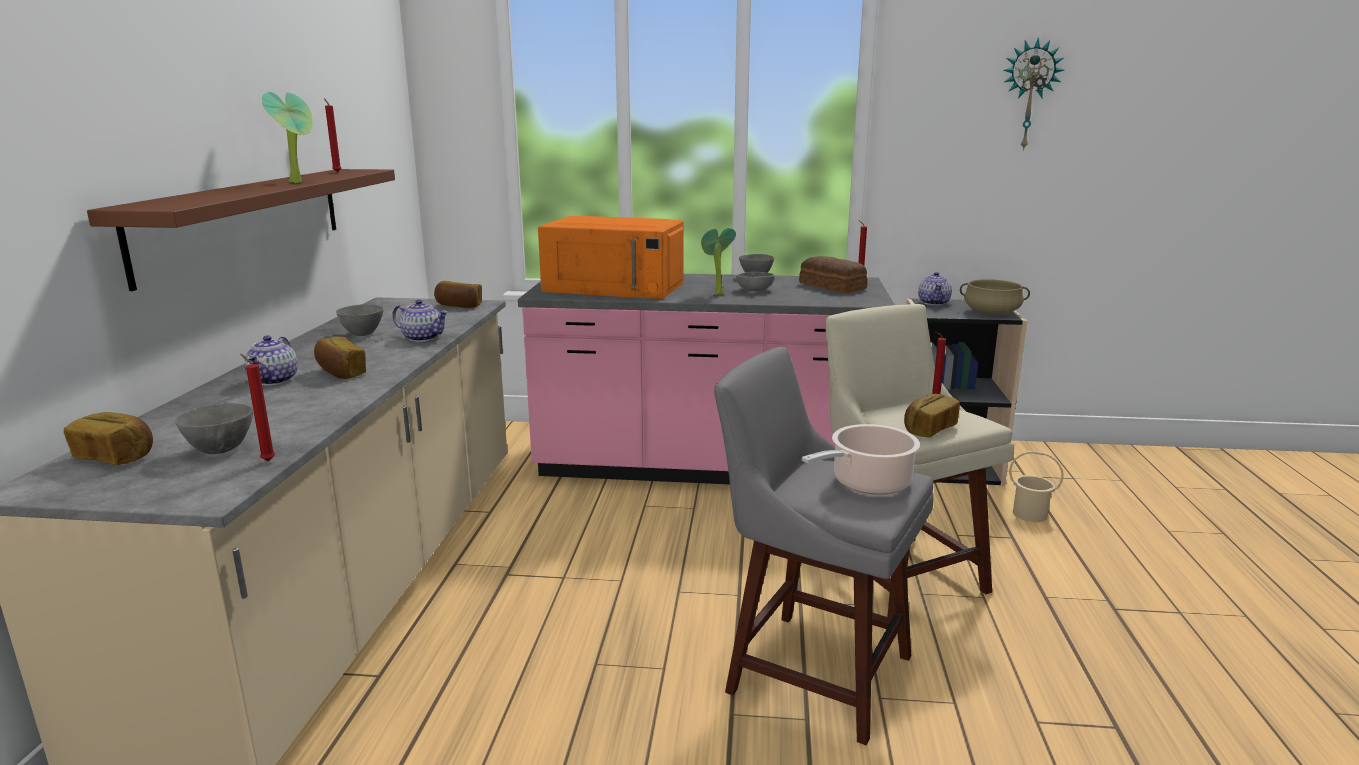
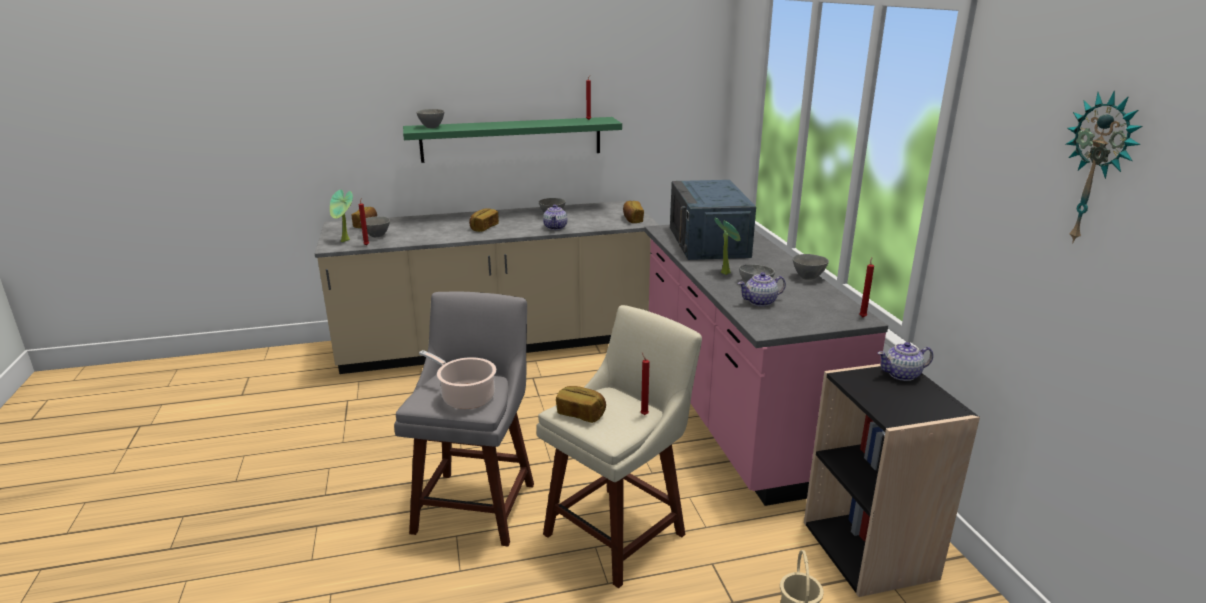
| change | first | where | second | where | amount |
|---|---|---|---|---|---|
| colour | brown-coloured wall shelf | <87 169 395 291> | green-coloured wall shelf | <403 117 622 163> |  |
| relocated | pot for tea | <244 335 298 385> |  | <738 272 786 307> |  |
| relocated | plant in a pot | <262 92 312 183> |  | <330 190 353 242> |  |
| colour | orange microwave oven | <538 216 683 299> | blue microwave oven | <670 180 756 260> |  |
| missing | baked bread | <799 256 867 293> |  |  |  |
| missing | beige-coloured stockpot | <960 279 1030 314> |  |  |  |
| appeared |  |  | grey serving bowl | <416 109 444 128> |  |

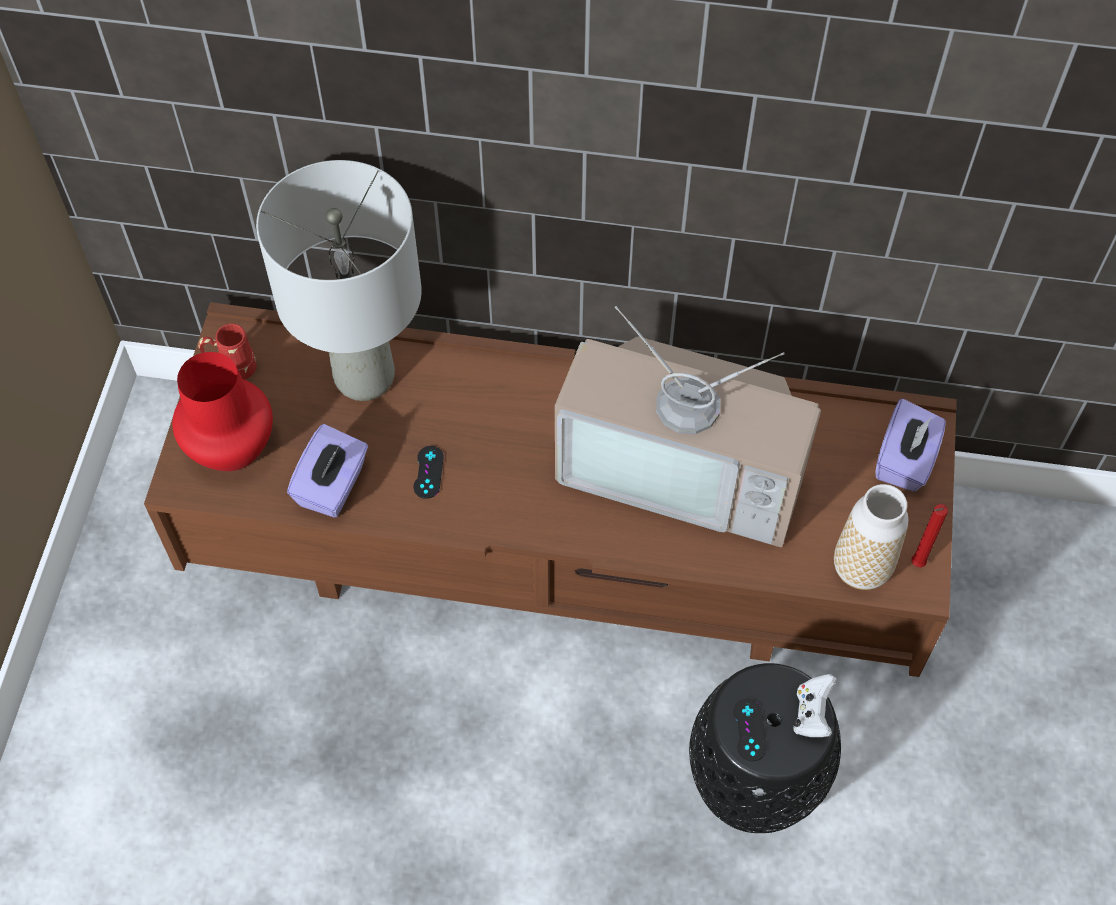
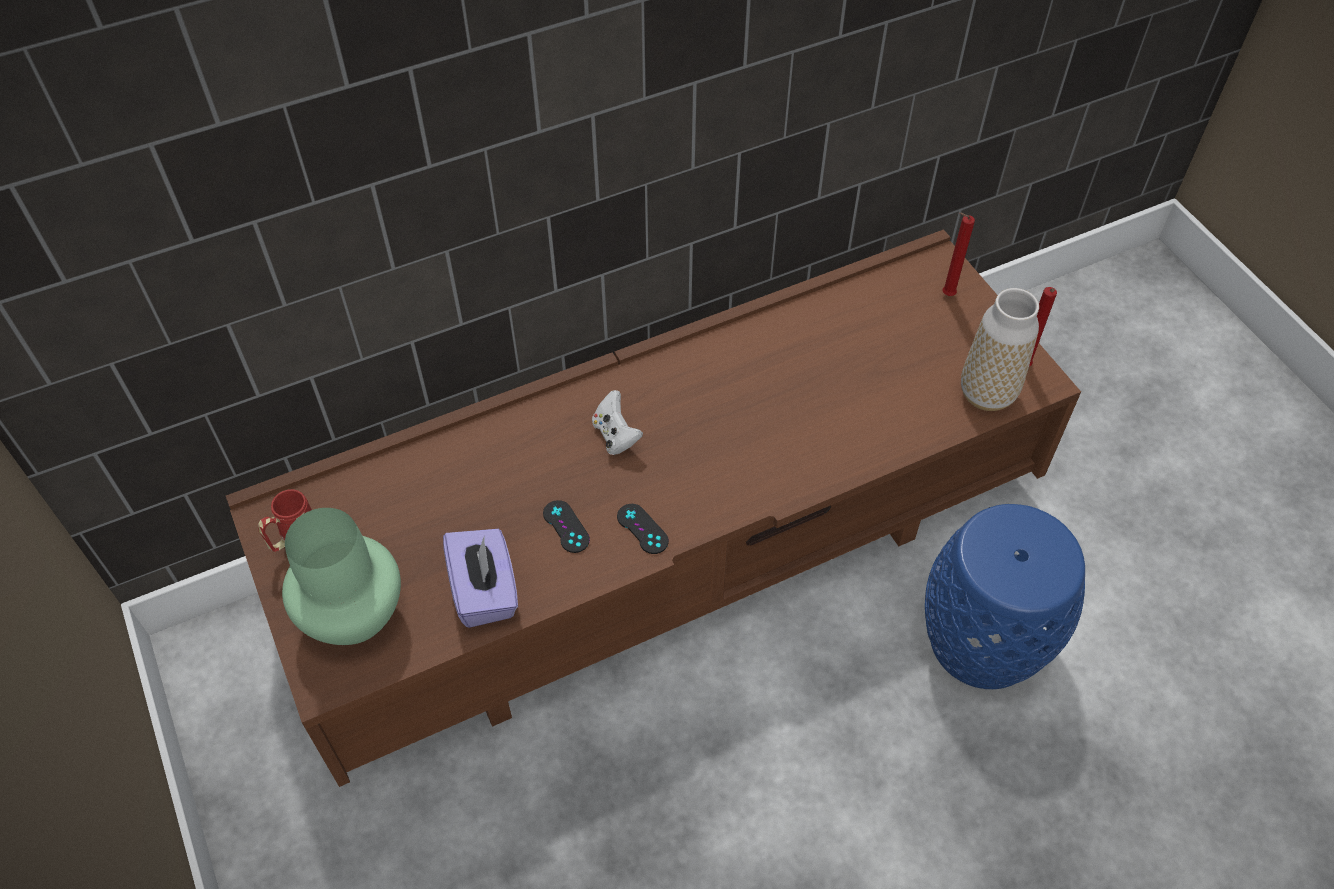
| change | first | where | second | where | amount |
|---|---|---|---|---|---|
| colour | red flower vase | <172 352 273 471> | green-coloured flower vase | <282 508 401 645> |  |
| missing | grey tabletop lamp | <256 160 422 401> |  |  |  |
| missing | TV set | <555 306 821 547> |  |  |  |
| colour | blackish sitting stool | <689 663 841 833> | blue sitting stool | <925 504 1085 689> |  |
| relocated | blackish gamepad | <733 699 766 761> |  | <617 504 669 554> |  |
| relocated | white-coloured gamepad | <793 674 837 737> |  | <592 390 643 455> |  |
| exchanged | purple-coloured tissue box | <875 399 946 491> | red wax candle | <942 213 975 296> |  |

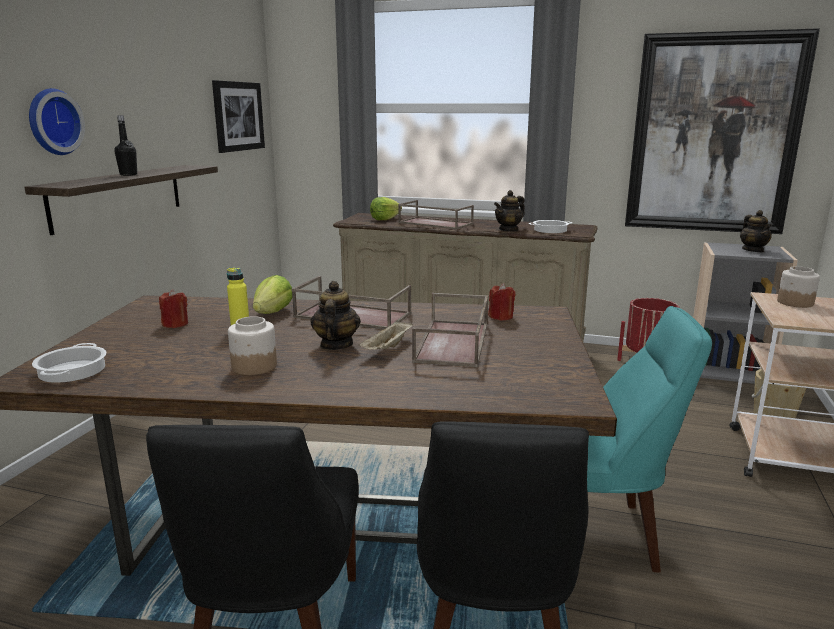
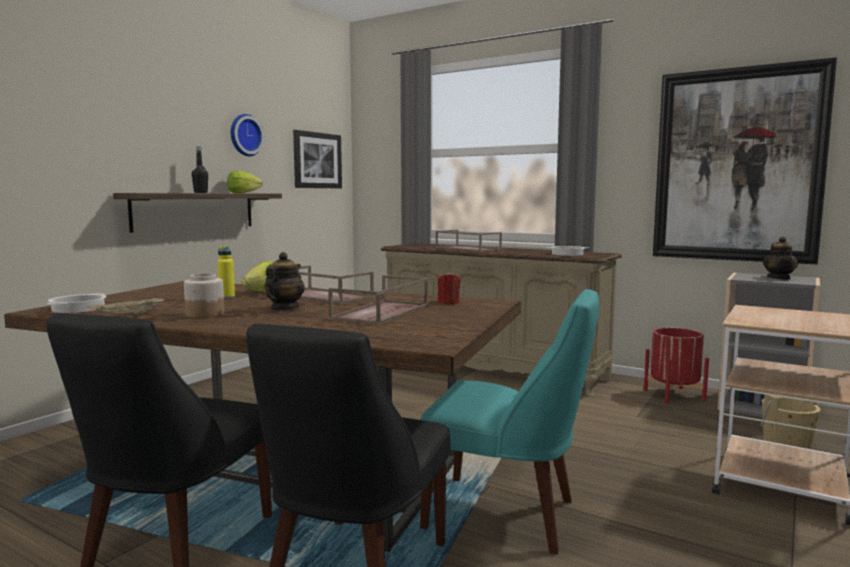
| change | first | where | second | where | amount |
|---|---|---|---|---|---|
| relocated | hanging clock | <29 88 85 155> |  | <231 114 264 156> |  |
| missing | red wax candle | <159 289 188 328> |  |  |  |
| relocated | beige-coloured carrying tray | <359 320 413 350> |  | <87 296 165 316> |  |
| relocated | head of lettuce | <370 197 402 220> |  | <227 171 263 193> |  |
| missing | pot for tea | <494 190 525 232> |  |  |  |
| missing | preserve jar | <777 266 820 308> |  |  |  |

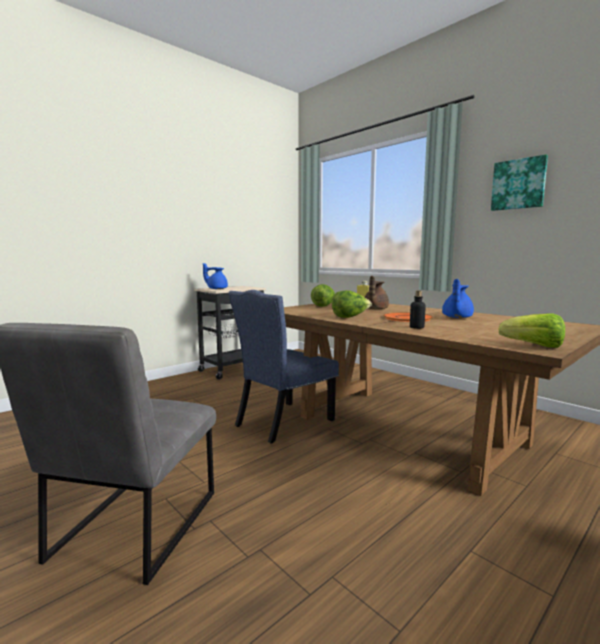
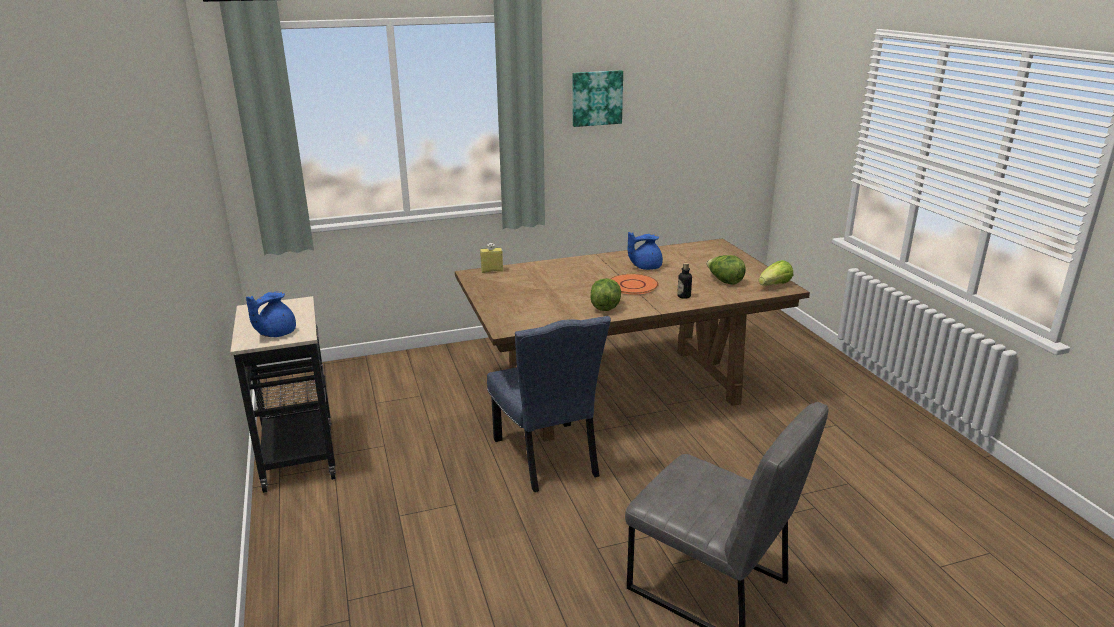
| change | first | where | second | where | amount |
|---|---|---|---|---|---|
| relocated | head of lettuce | <311 284 335 307> |  | <706 255 746 284> |  |
| missing | brown-coloured pot for tea | <365 276 389 310> |  |  |  |
| spun | blue pot for tea | <442 279 474 318> |  | <627 232 663 270> | 105 degrees clockwise |

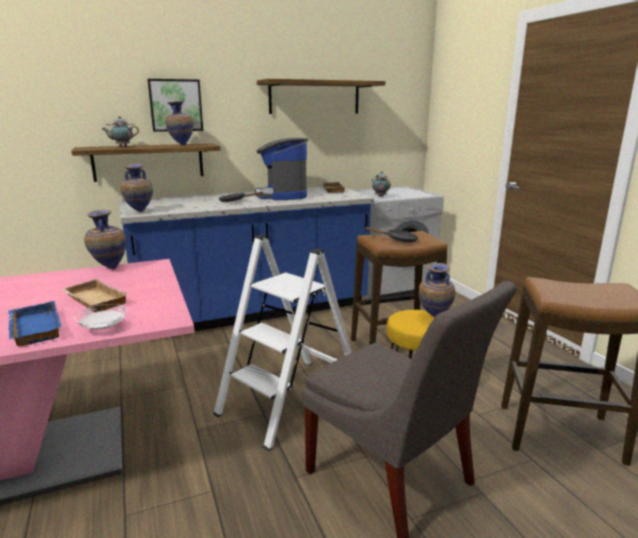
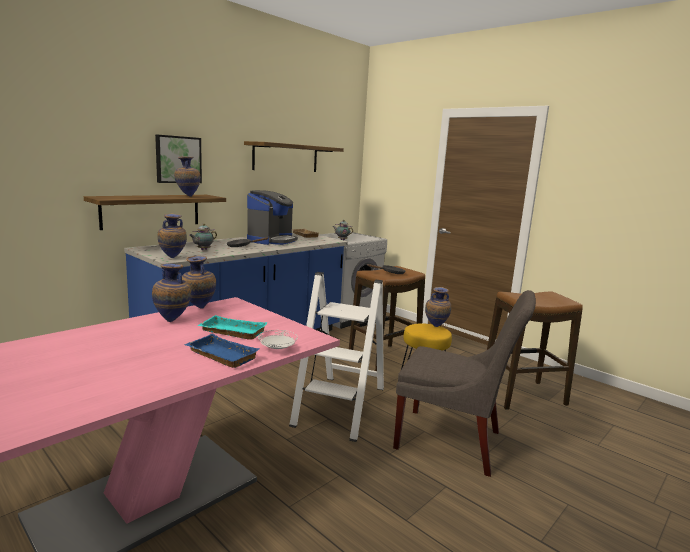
| change | first | where | second | where | amount |
|---|---|---|---|---|---|
| colour | beige-coloured carrying tray | <60 279 129 312> | blue-green carrying tray | <197 315 268 340> |  |
| relocated | pot for tea | <102 116 139 147> |  | <189 223 217 250> |  |
| spun | coffee brewer | <254 138 308 200> |  | <247 190 298 245> | 120 degrees counterclockwise |
| appeared |  |  | flower vase | <152 264 191 322> |  |

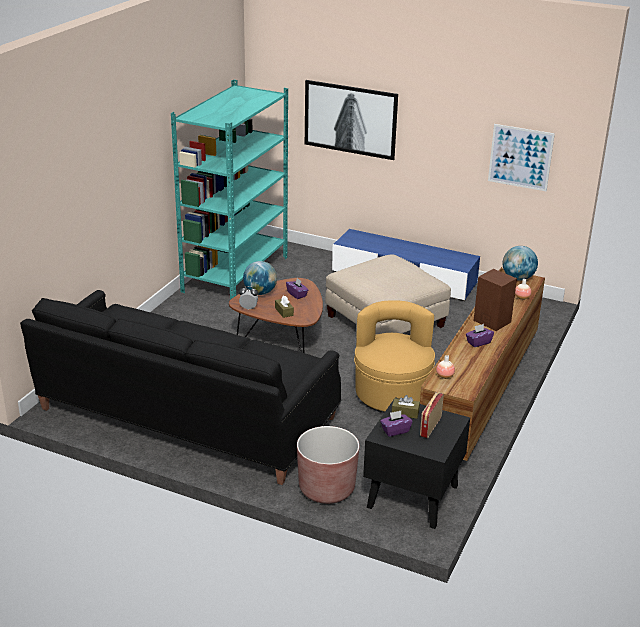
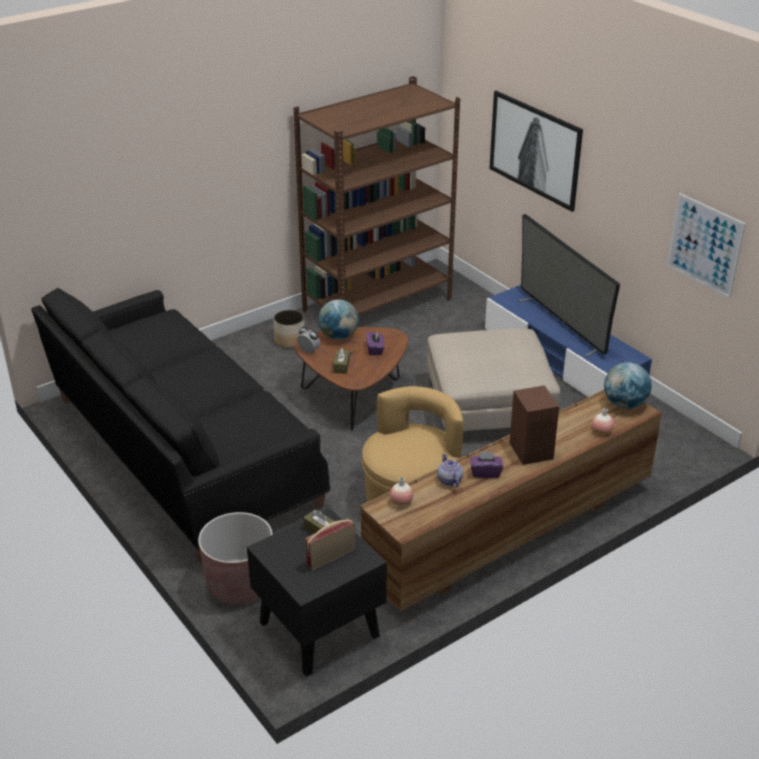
| change | first | where | second | where | amount |
|---|---|---|---|---|---|
| colour | blue-green bookcase | <171 79 288 300> | brown-coloured bookcase | <294 76 460 315> |  |
| missing | purple-coloured tissue box | <380 411 412 437> |  |  |  |
| appeared |  |  | planter | <273 310 305 348> |  |
| appeared |  |  | pot for tea | <437 453 463 487> |  |
| appeared |  |  | TV set | <518 214 620 357> |  |

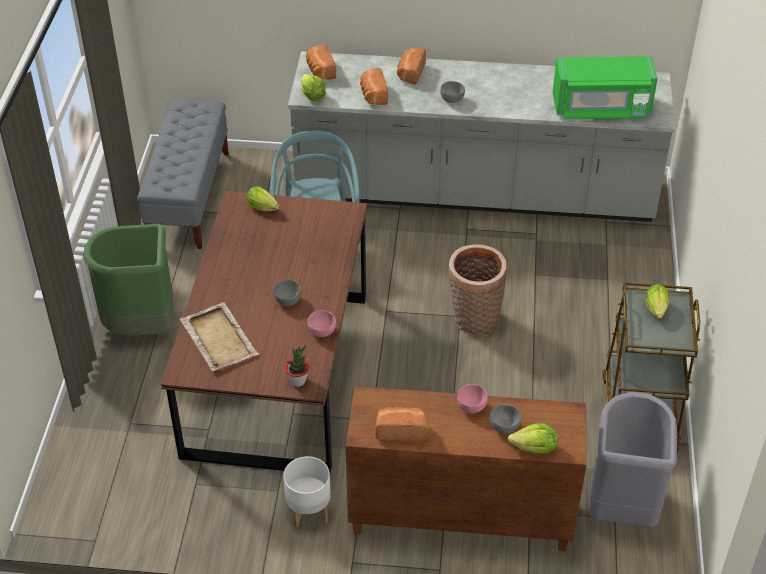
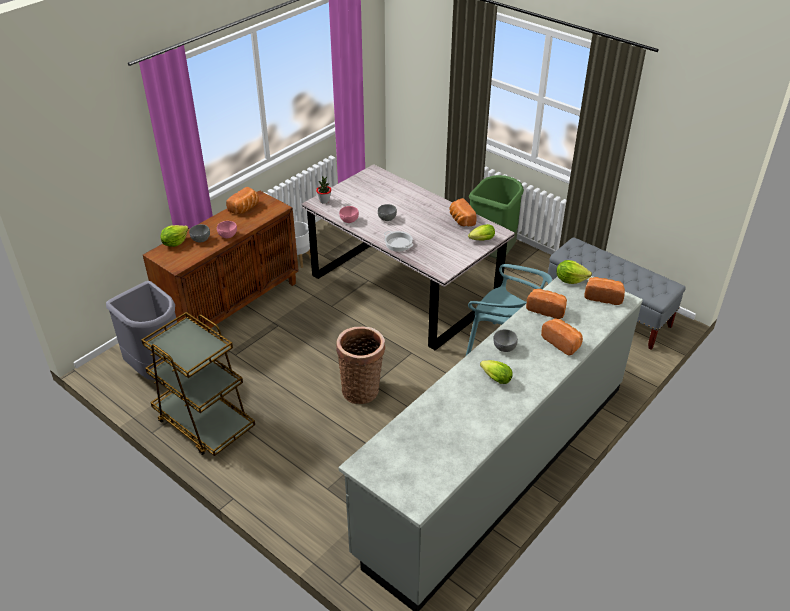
| change | first | where | second | where | amount |
|---|---|---|---|---|---|
| colour | brown-coloured dinner table | <161 191 367 473> | grey dinner table | <301 164 515 350> |  |
| missing | beige-coloured carrying tray | <180 302 259 371> |  |  |  |
| missing | green-coloured microwave oven | <553 56 658 119> |  |  |  |
| relocated | head of lettuce | <645 284 669 318> |  | <480 360 513 384> |  |
| appeared |  |  | stockpot | <384 231 414 252> |  |
| appeared |  |  | baked bread | <449 198 477 226> |  |

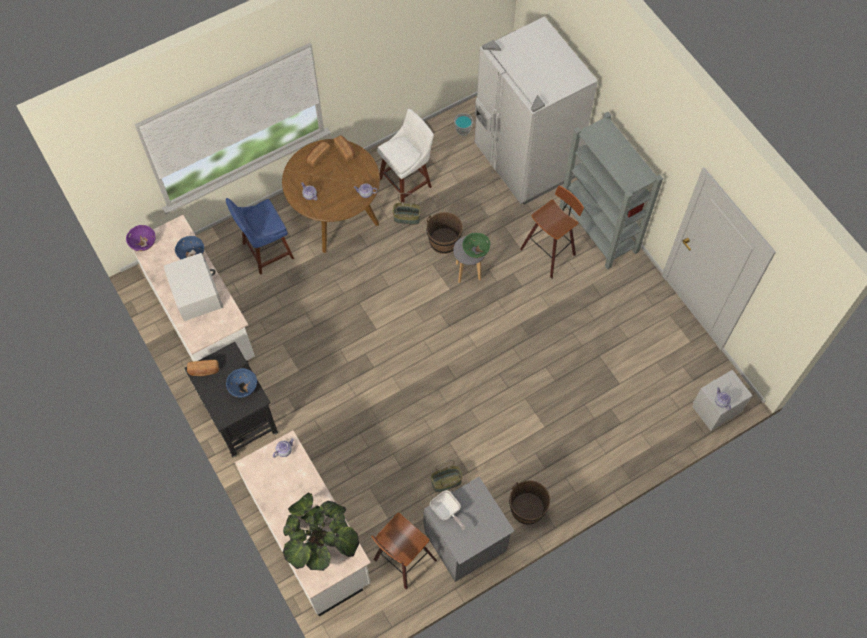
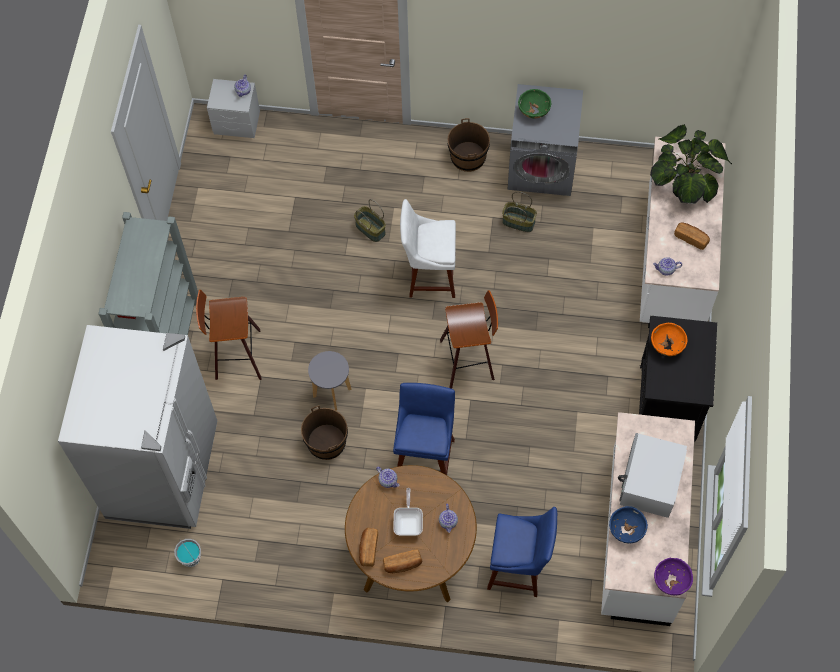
| change | first | where | second | where | amount |
|---|---|---|---|---|---|
| relocated | baked bread | <187 360 219 376> |  | <674 222 710 250> |  |
| colour | blue serving bowl | <226 368 257 398> | orange serving bowl | <651 323 687 356> |  |
| relocated | sitting stool | <371 513 437 590> |  | <440 290 498 389> |  |
| relocated | white-coloured chair | <377 109 434 202> |  | <400 199 456 298> |  |
| relocated | basket | <393 193 421 225> |  | <354 199 386 242> |  |
| relocated | skillet | <430 490 465 530> |  | <394 488 423 536> |  |
| relocated | green-coloured serving bowl | <462 233 490 258> |  | <518 89 551 118> |  |
| appeared |  |  | blue chair | <393 383 455 475> |  |

